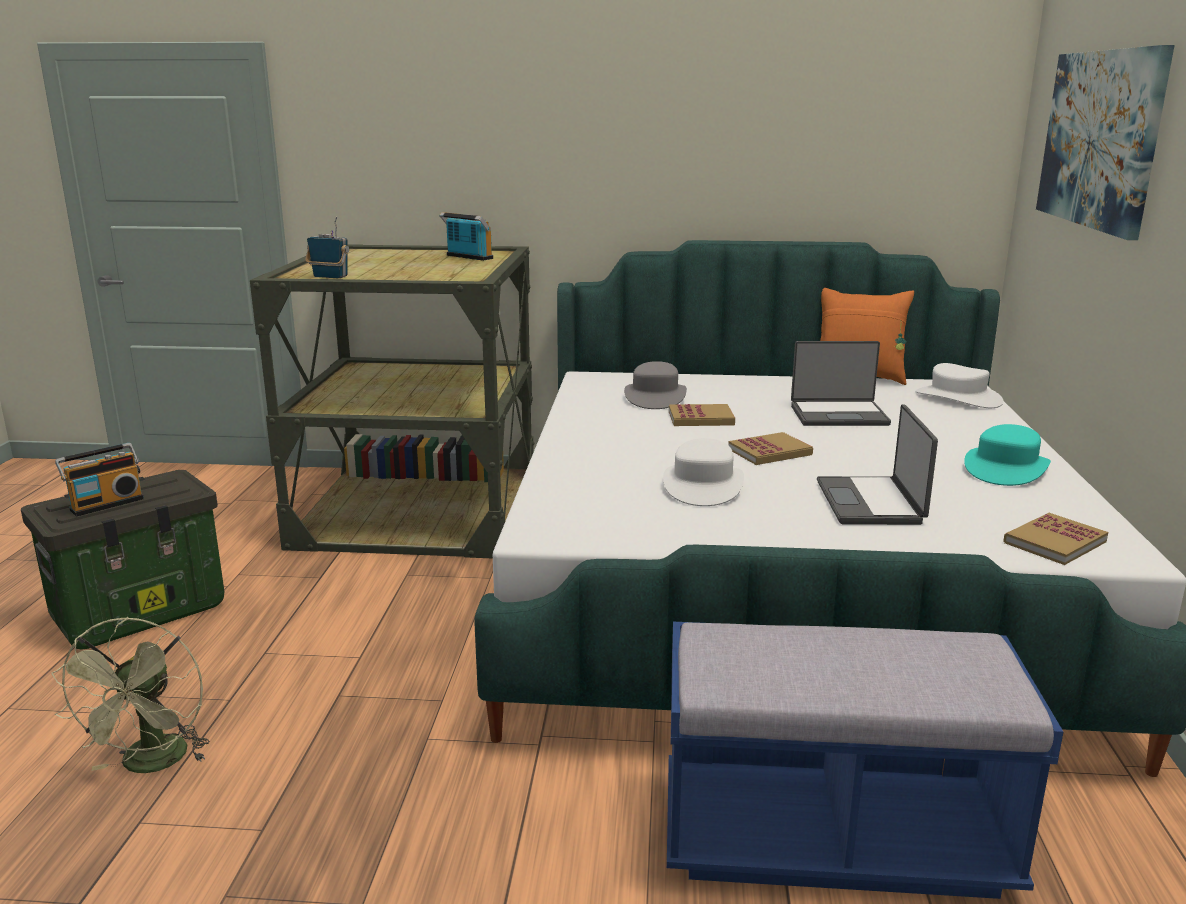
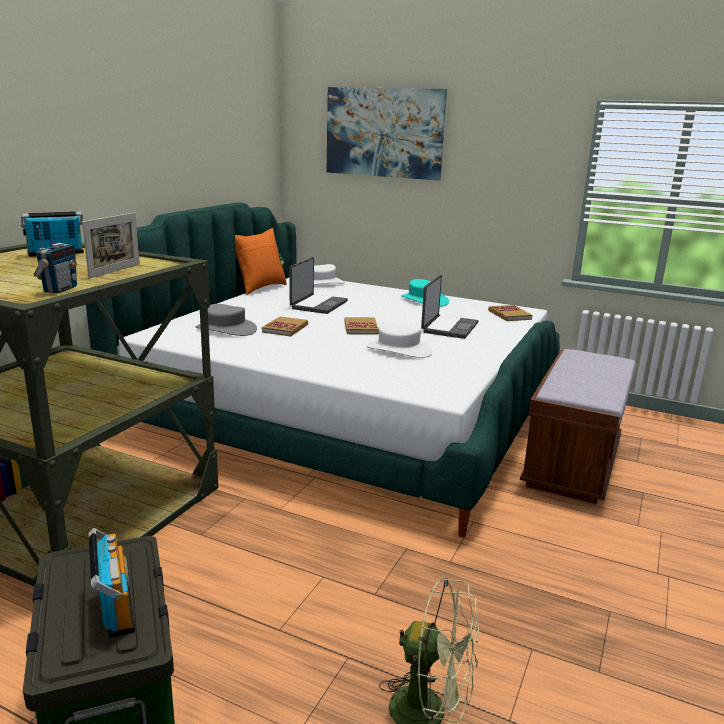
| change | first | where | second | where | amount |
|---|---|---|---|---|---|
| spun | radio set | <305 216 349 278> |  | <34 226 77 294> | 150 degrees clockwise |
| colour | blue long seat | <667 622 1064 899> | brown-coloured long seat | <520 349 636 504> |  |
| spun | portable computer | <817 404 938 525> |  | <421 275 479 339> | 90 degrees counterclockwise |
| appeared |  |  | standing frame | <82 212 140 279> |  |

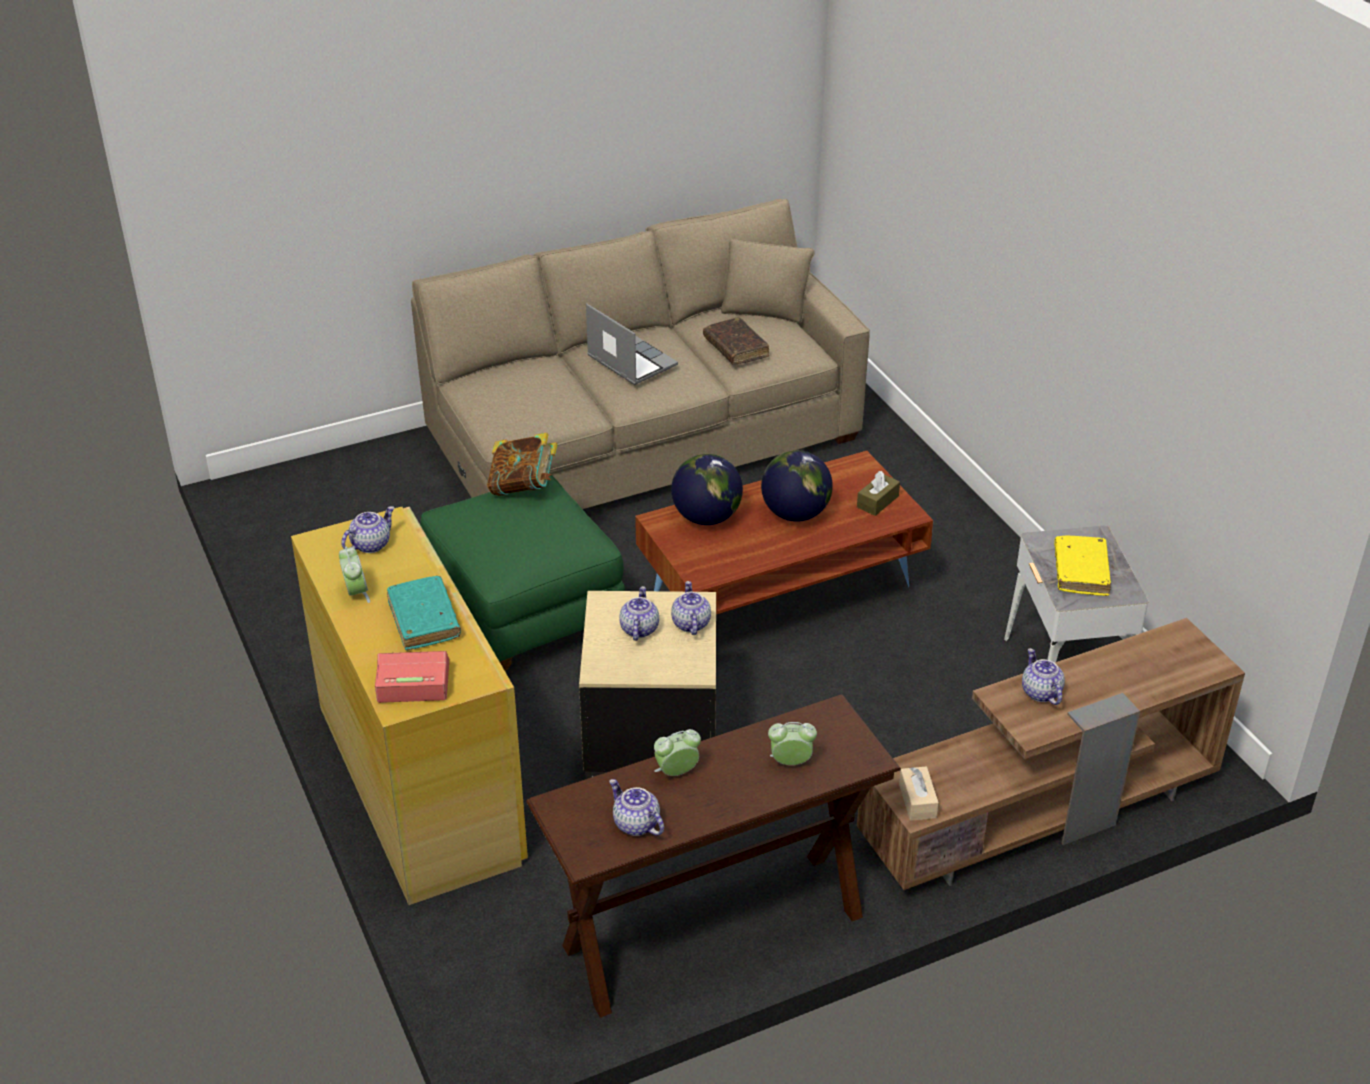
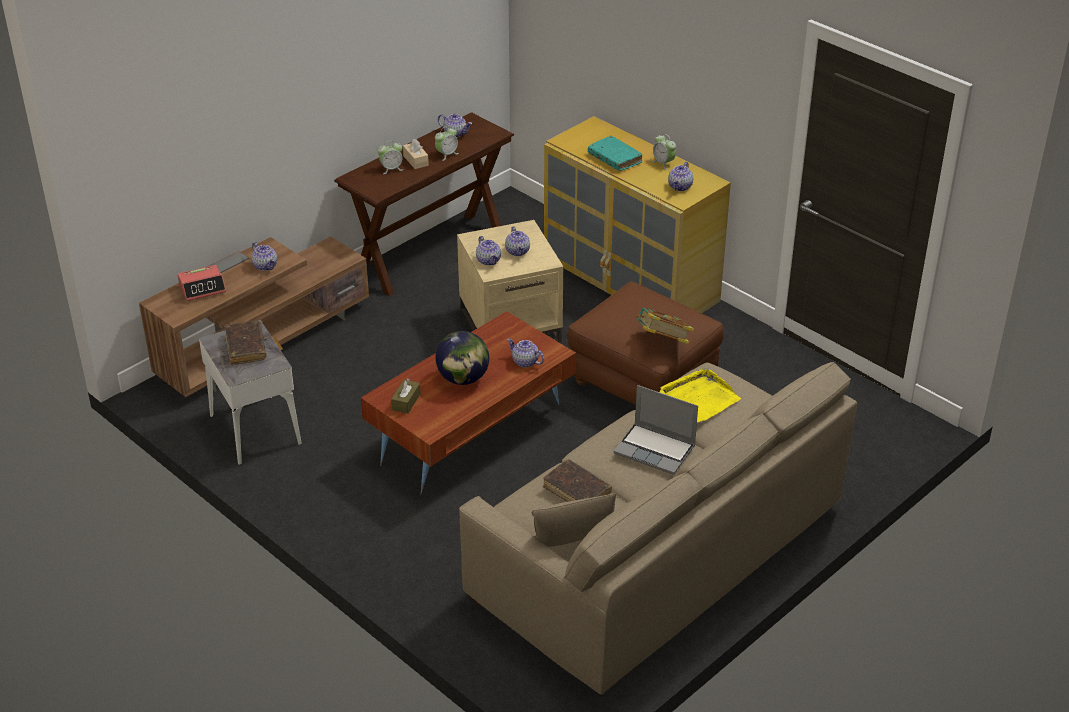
| change | first | where | second | where | amount |
|---|---|---|---|---|---|
| relocated | alarm clock | <375 651 449 703> |  | <178 265 226 301> |  |
| colour | green-coloured footrest | <420 473 625 671> | brown-coloured footrest | <567 281 724 405> |  |
| exchanged | desk globe | <671 454 743 525> | pot for tea | <507 338 544 368> |  |
| relocated | beige-coloured tissue box | <899 766 939 821> |  | <403 139 429 169> |  |
| colour | yellow-coloured book | <1054 535 1111 596> | brown-coloured book | <225 321 266 365> |  |
| appeared |  |  | yellow-coloured carrying tray | <660 369 741 423> |  |

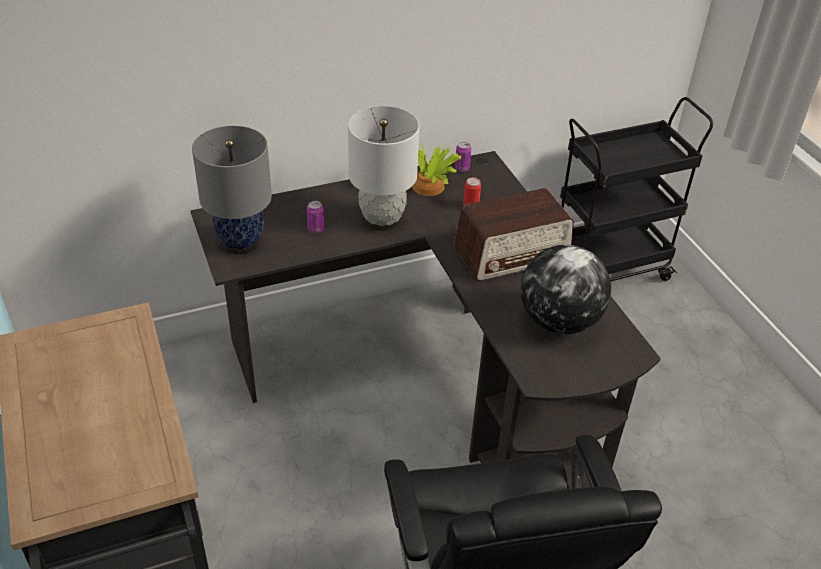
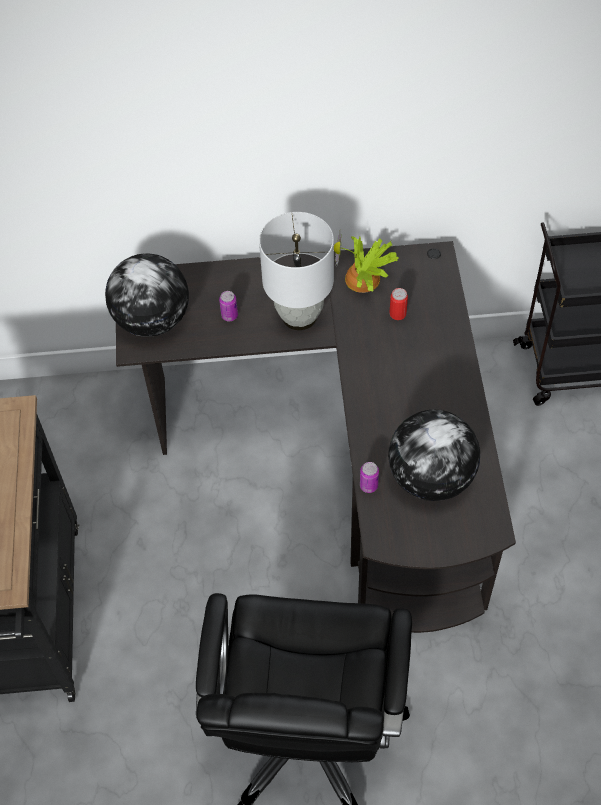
| change | first | where | second | where | amount |
|---|---|---|---|---|---|
| exchanged | grey tabletop lamp | <192 126 272 254> | desk globe | <105 254 189 337> |  |
| missing | radio set | <454 188 574 281> |  |  |  |
| relocated | can | <455 142 471 172> |  | <360 462 379 493> |  |

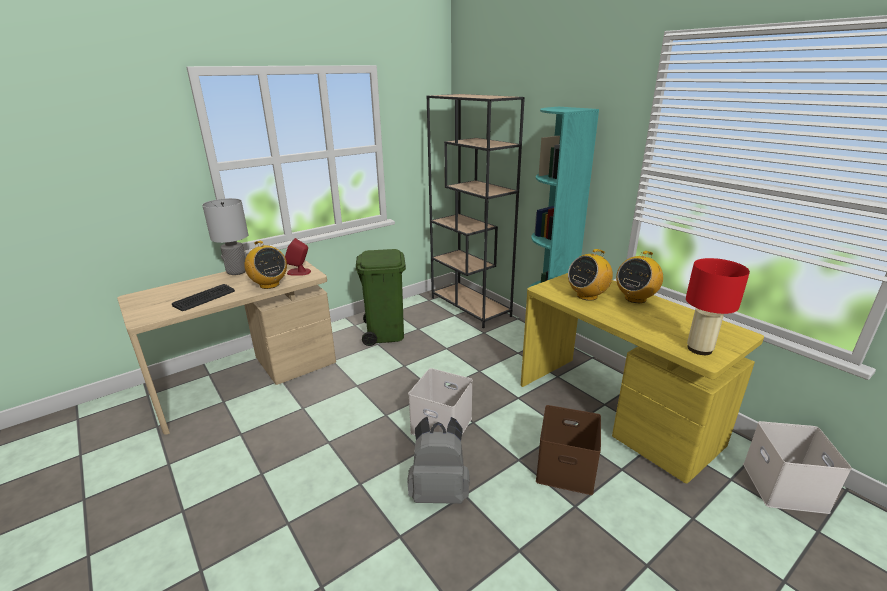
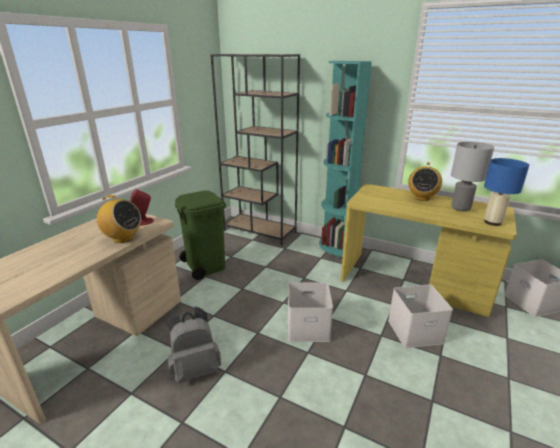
| change | first | where | second | where | amount |
|---|---|---|---|---|---|
| missing | keyboard | <172 284 235 311> |  |  |  |
| relocated | grey tabletop lamp | <202 198 248 275> |  | <451 142 494 212> |  |
| relocated | grey rucksack | <407 416 470 504> |  | <167 307 221 383> |  |
| colour | brown-coloured storage bin | <536 405 601 495> | white-coloured storage bin | <388 285 453 348> |  |
| missing | radio set | <568 249 613 301> |  |  |  |
| colour | red tabletop lamp | <686 258 750 355> | blue tabletop lamp | <484 158 529 226> |  |

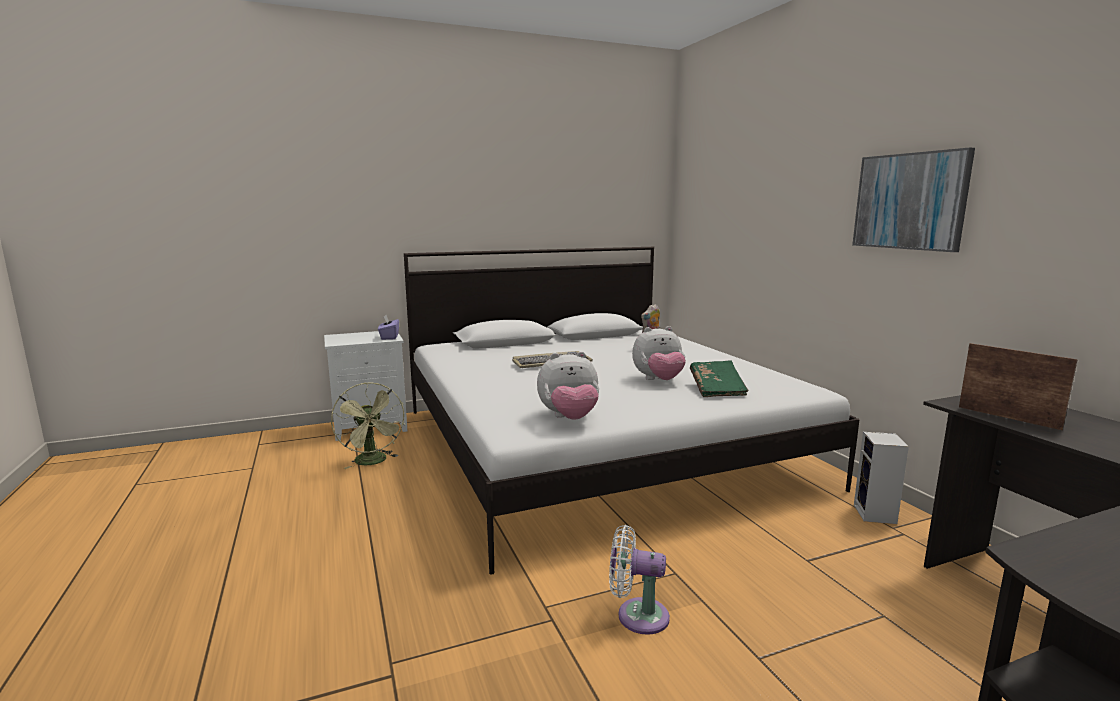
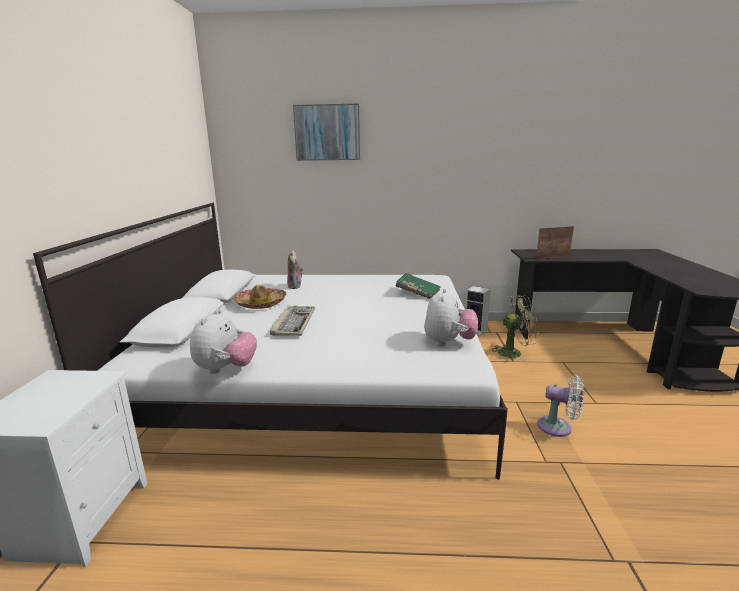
| change | first | where | second | where | amount |
|---|---|---|---|---|---|
| relocated | green-coloured fan | <331 382 404 469> |  | <489 295 539 362> |  |
| missing | purple-coloured tissue box | <378 315 399 340> |  |  |  |
| spun | white-coloured fan | <609 525 670 635> |  | <537 375 584 437> | 105 degrees counterclockwise |
| relocated | plush toy | <632 326 686 380> |  | <190 309 257 374> |  |
| relocated | wall picture | <852 148 975 252> |  | <293 104 360 161> |  |
| appeared |  |  | clothing hat | <233 284 287 309> |  |

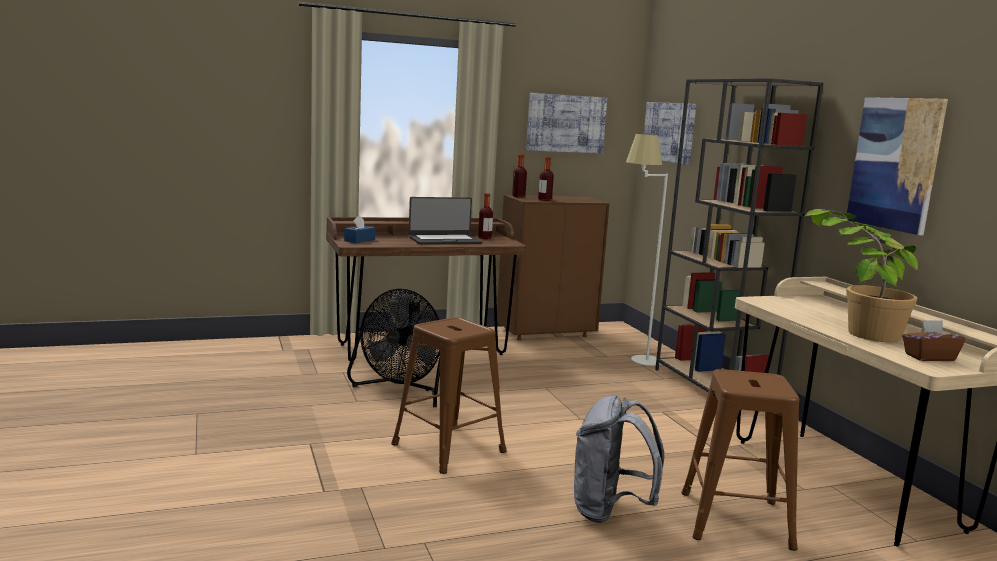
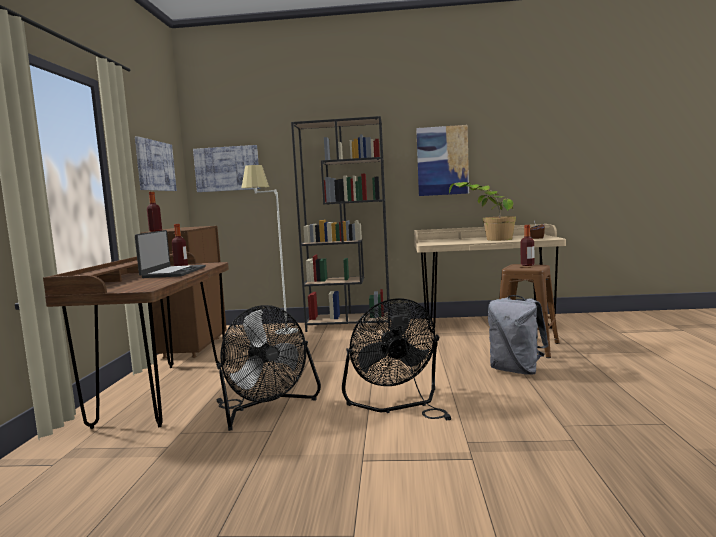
| change | first | where | second | where | amount |
|---|---|---|---|---|---|
| missing | blue tissue box | <344 215 375 243> |  |  |  |
| exchanged | brown-coloured sitting stool | <391 317 507 474> | blackish fan | <342 298 451 420> |  |
| relocated | drink bottle | <538 157 554 201> |  | <520 225 534 266> |  |

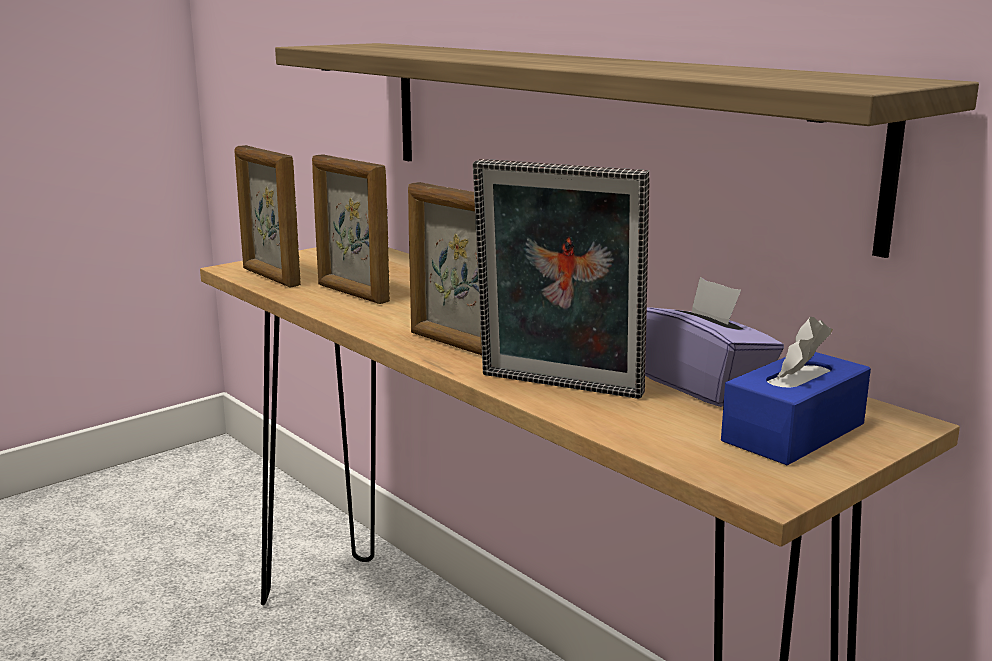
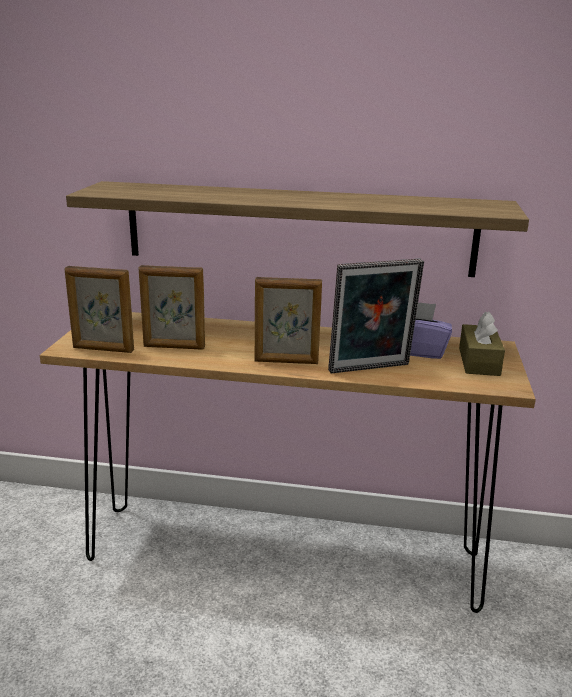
| change | first | where | second | where | amount |
|---|---|---|---|---|---|
| colour | blue tissue box | <721 317 871 466> | brown-coloured tissue box | <459 312 505 376> |  |

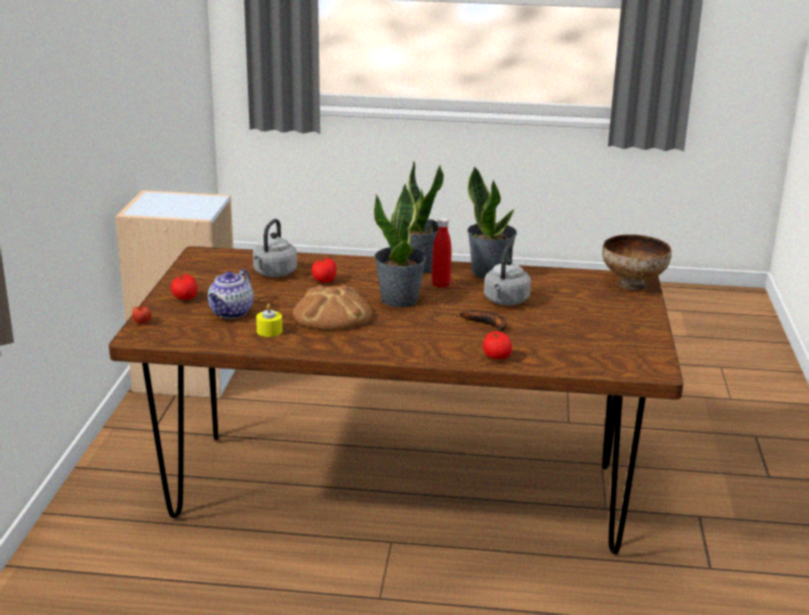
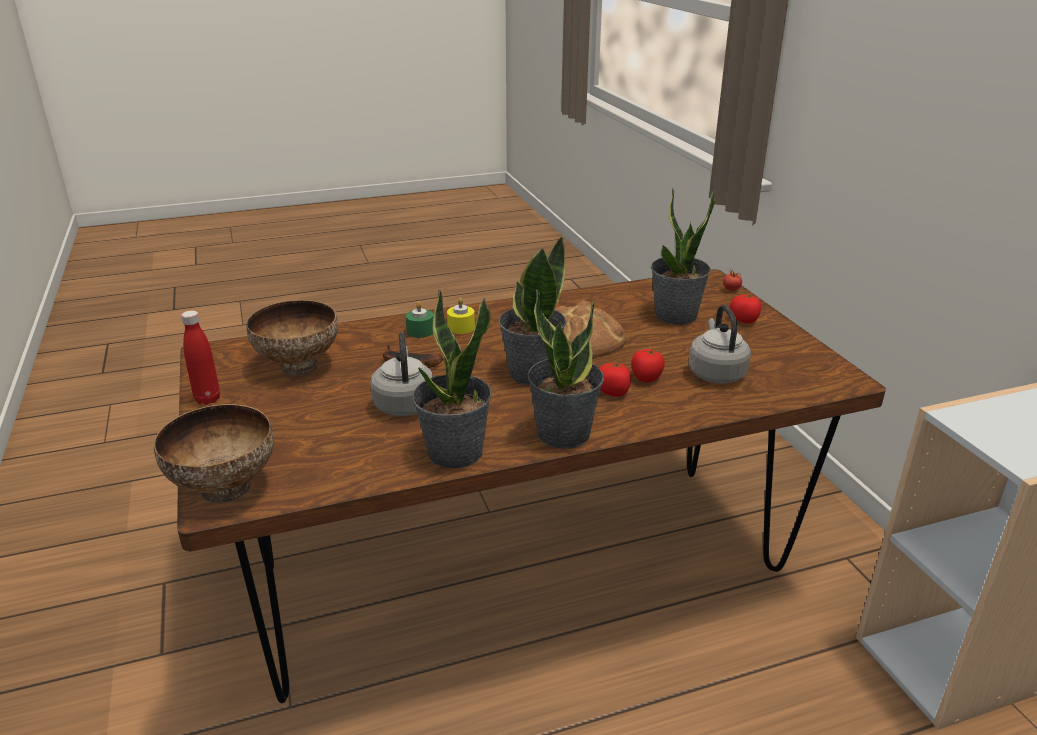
| change | first | where | second | where | amount |
|---|---|---|---|---|---|
| exchanged | pot for tea | <208 269 254 319> | plant in a pot | <651 188 715 325> |  |
| relocated | yellow-coloured wax candle | <256 303 282 337> |  | <447 298 475 334> |  |
| relocated | red drink bottle | <432 218 451 288> |  | <181 310 220 405> |  |
| relocated | tomato | <483 331 512 359> |  | <599 360 631 397> |  |
| appeared |  |  | serving bowl | <246 300 338 375> |  |
| appeared |  |  | green-coloured wax candle | <406 301 434 338> |  |

